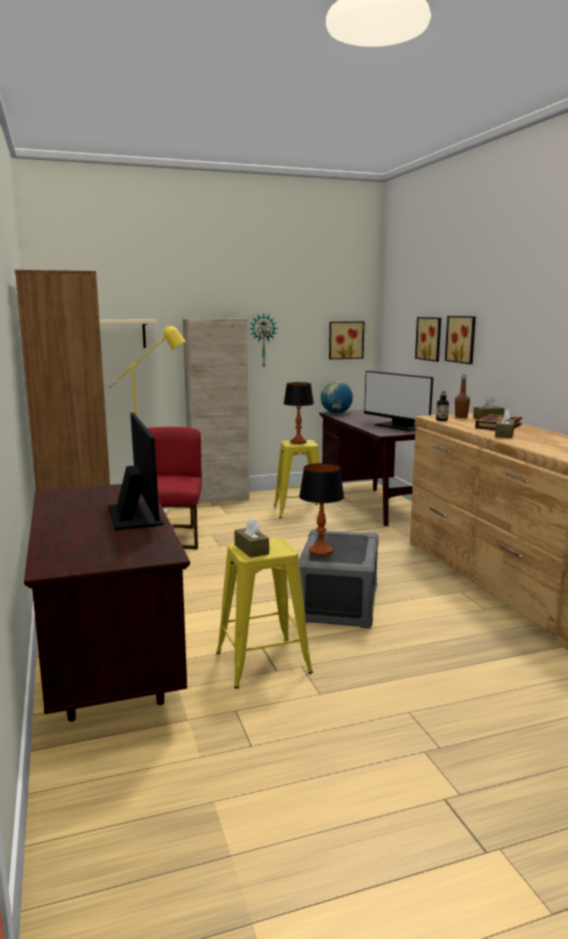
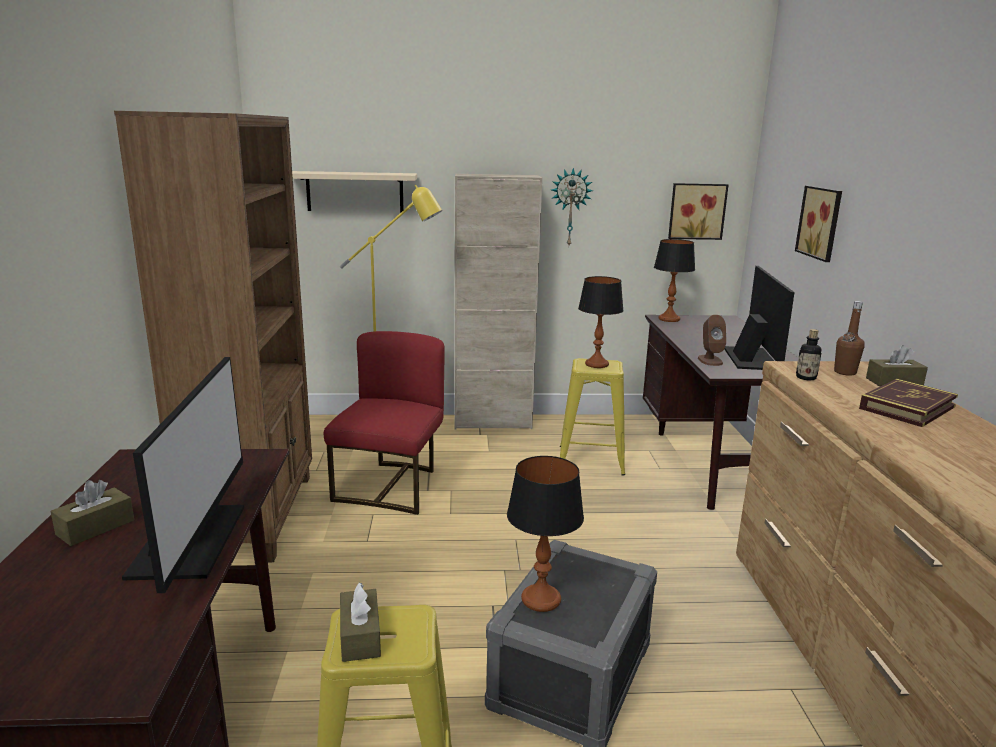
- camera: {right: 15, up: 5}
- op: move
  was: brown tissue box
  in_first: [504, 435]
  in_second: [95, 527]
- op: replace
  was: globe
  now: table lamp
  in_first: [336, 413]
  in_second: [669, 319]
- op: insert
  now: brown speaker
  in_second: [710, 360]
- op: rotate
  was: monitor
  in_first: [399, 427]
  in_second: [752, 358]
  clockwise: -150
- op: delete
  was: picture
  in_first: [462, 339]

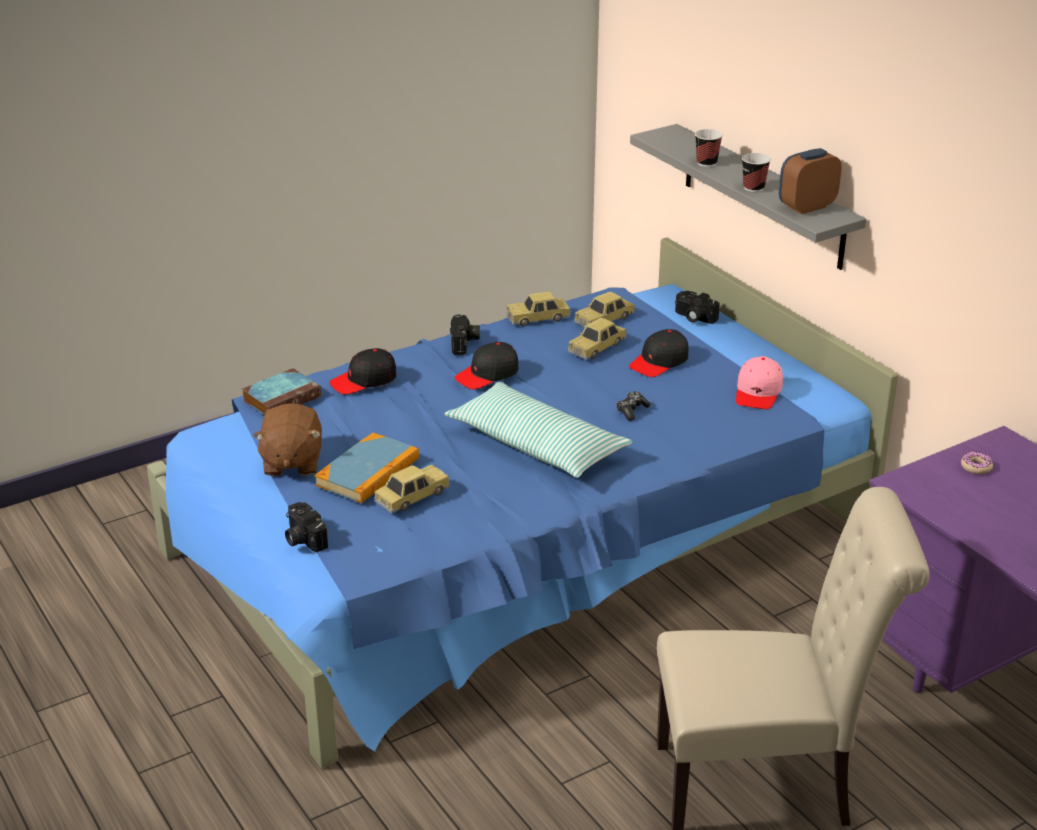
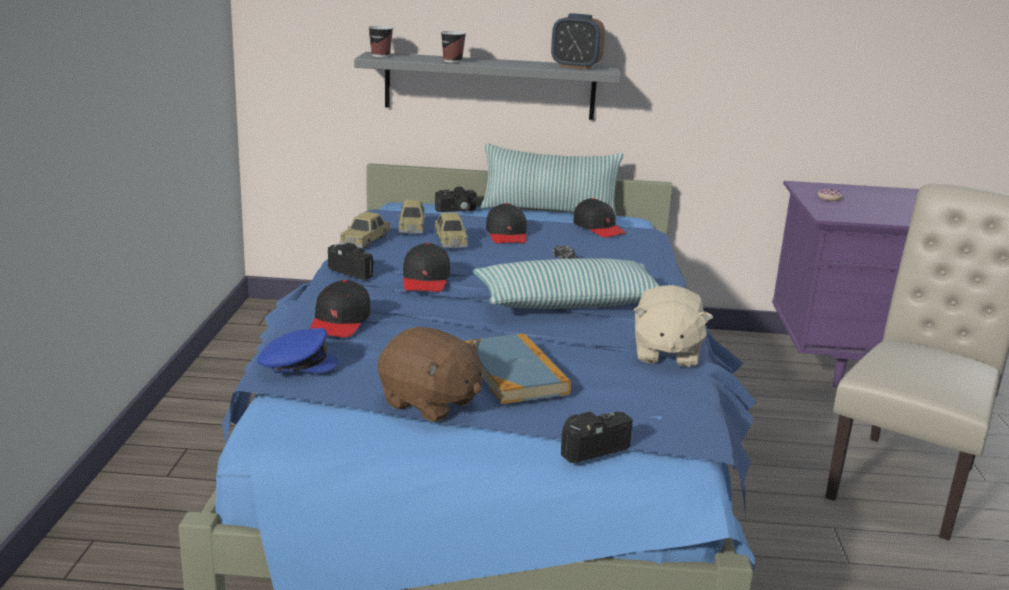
- camera: {right: -55, up: -10}
- op: replace
  was: book
  now: blue cap
  in_first: [282, 398]
  in_second: [296, 364]
- op: move
  was: cup
  in_first: [753, 188]
  in_second: [380, 56]
- op: insert
  now: pillow
  in_second: [548, 211]
- op: rotate
  was: alarm clock
  in_first: [806, 207]
  in_second: [576, 67]
  clockwise: -75
- op: rotate
  was: photo camera
  in_first: [302, 539]
  in_second: [590, 446]
  clockwise: 150
- op: recolor
  was: pink cap
  now: black cap
  in_first: [758, 392]
  in_second: [599, 228]
- op: insert
  now: beige plush toy
  in_second: [665, 353]
- op: delete
  was: toy car
  in_first: [412, 497]

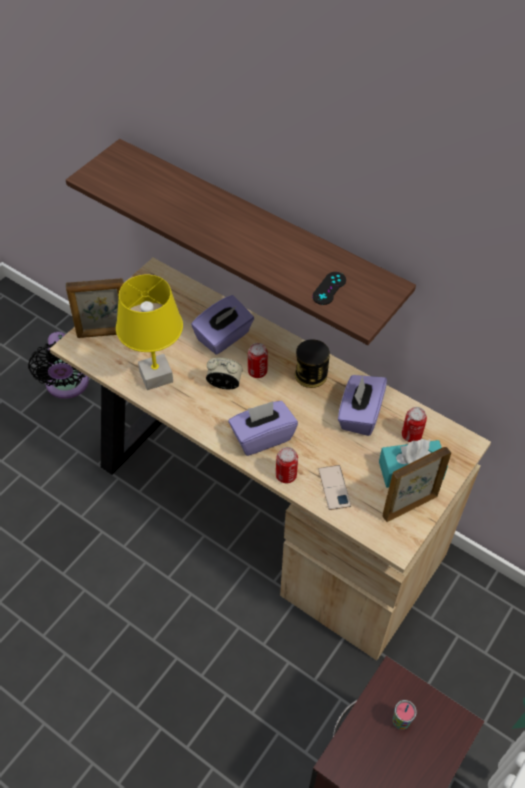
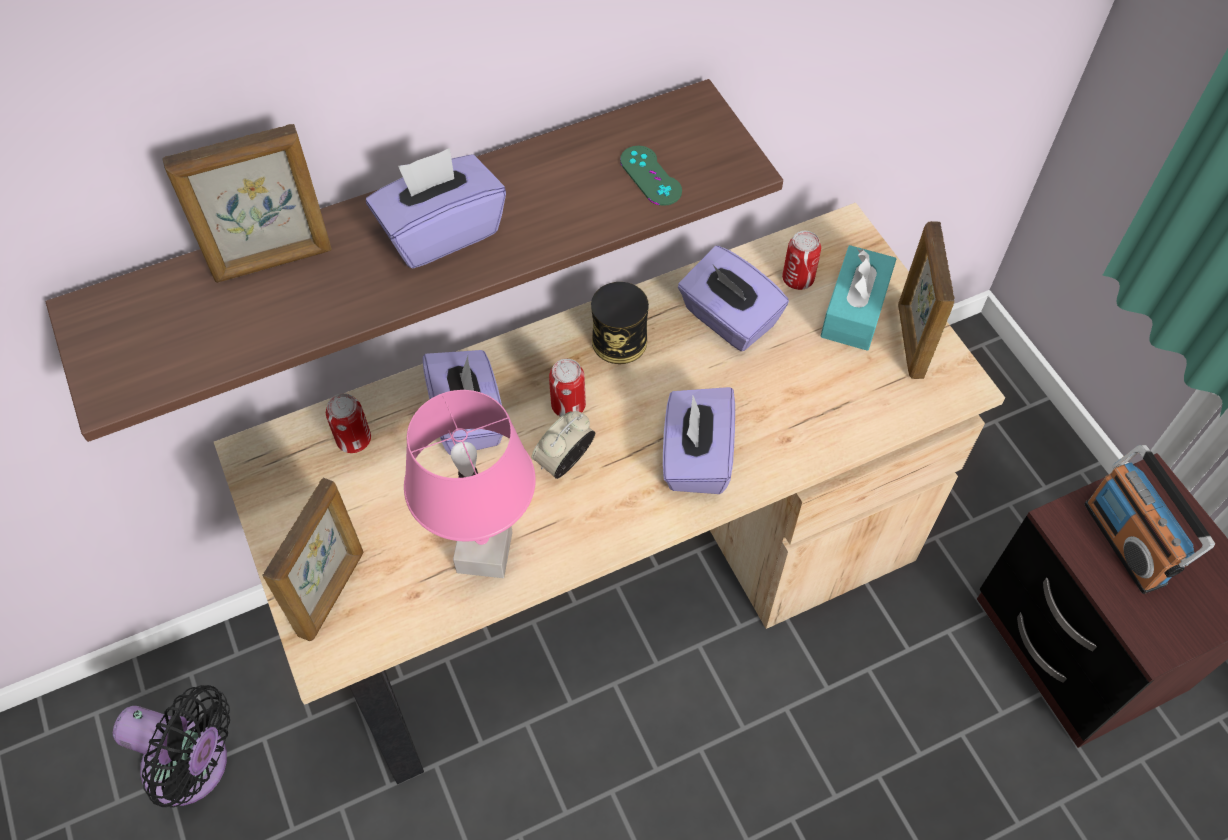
- camera: {right: -60, up: 5}
- op: insert
  now: picture frame
  in_second: [273, 262]
- op: move
  was: can
  in_first: [286, 475]
  in_second: [354, 440]
- op: insert
  now: purple tissue box
  in_second: [441, 232]
- op: recolor
  was: yellow table lamp
  now: pink table lamp
  in_first: [156, 377]
  in_second: [485, 553]
- op: recolor
  was: black game controller
  now: green game controller
  in_first: [329, 288]
  in_second: [650, 176]
- op: replace
  was: cup
  now: radio
  in_first: [400, 721]
  in_second: [1125, 543]
- op: delete
  was: phone
  in_first: [334, 487]

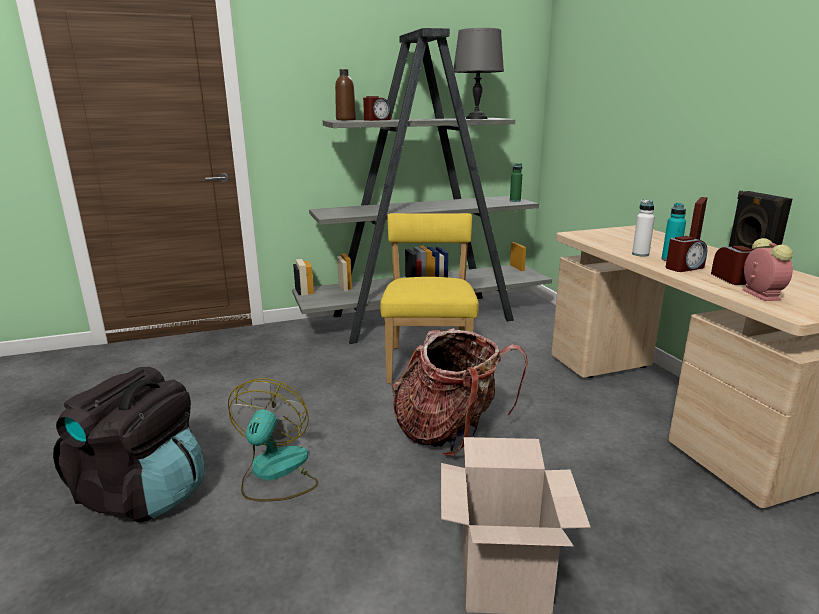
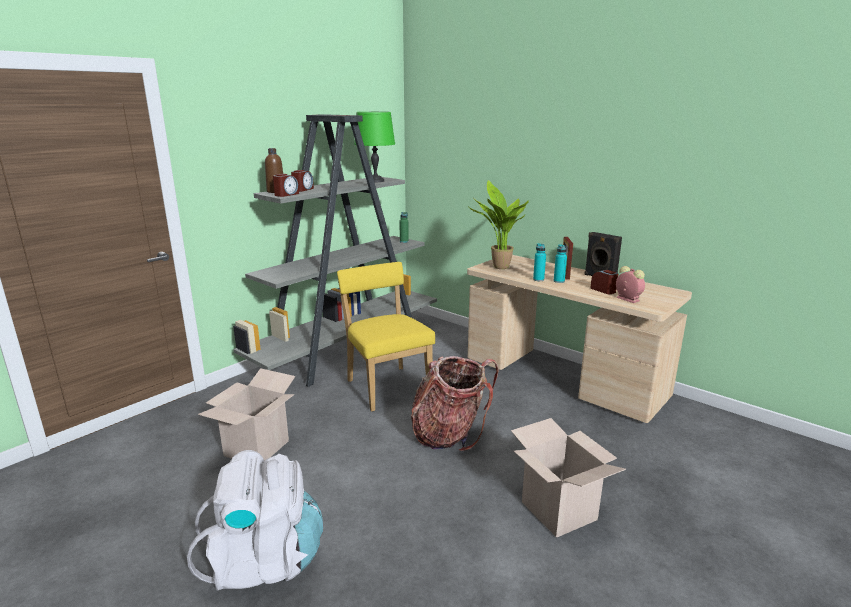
- camera: {right: -30, up: 0}
- op: recolor
  was: black backpack
  now: white backpack
  in_first: [143, 493]
  in_second: [265, 560]
- op: insert
  now: cardboard box
  in_second: [256, 448]
- op: move
  was: alarm clock
  in_first: [684, 268]
  in_second: [286, 194]
- op: recolor
  was: grey table lamp
  now: green table lamp
  in_first: [476, 118]
  in_second: [376, 181]
- op: insert
  now: potted plant
  in_second: [498, 267]
- op: recolor
  was: white bottle
  now: turquoise bottle
  in_first: [640, 254]
  in_second: [538, 279]
- op: delete
  was: fan
  in_first: [275, 472]

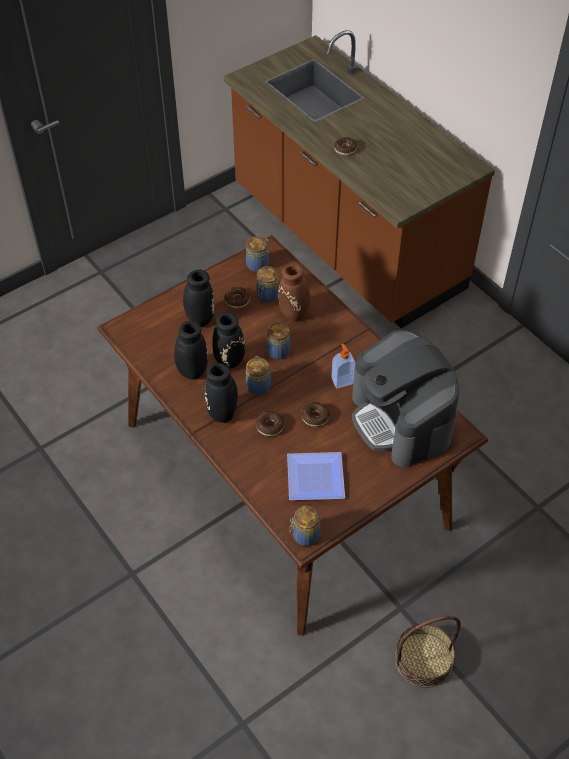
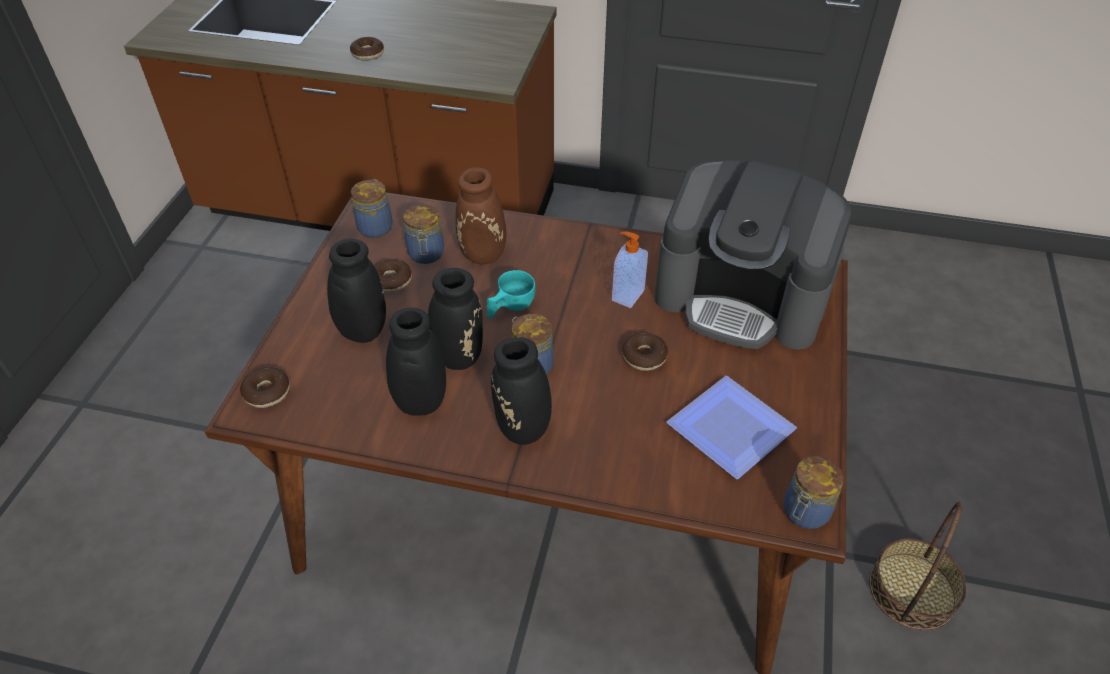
- camera: {right: -40, up: -5}
- op: move
  was: donut
  in_first: [270, 426]
  in_second: [267, 392]
- op: replace
  was: jar
  now: turquoise cup
  in_first: [278, 350]
  in_second: [509, 307]

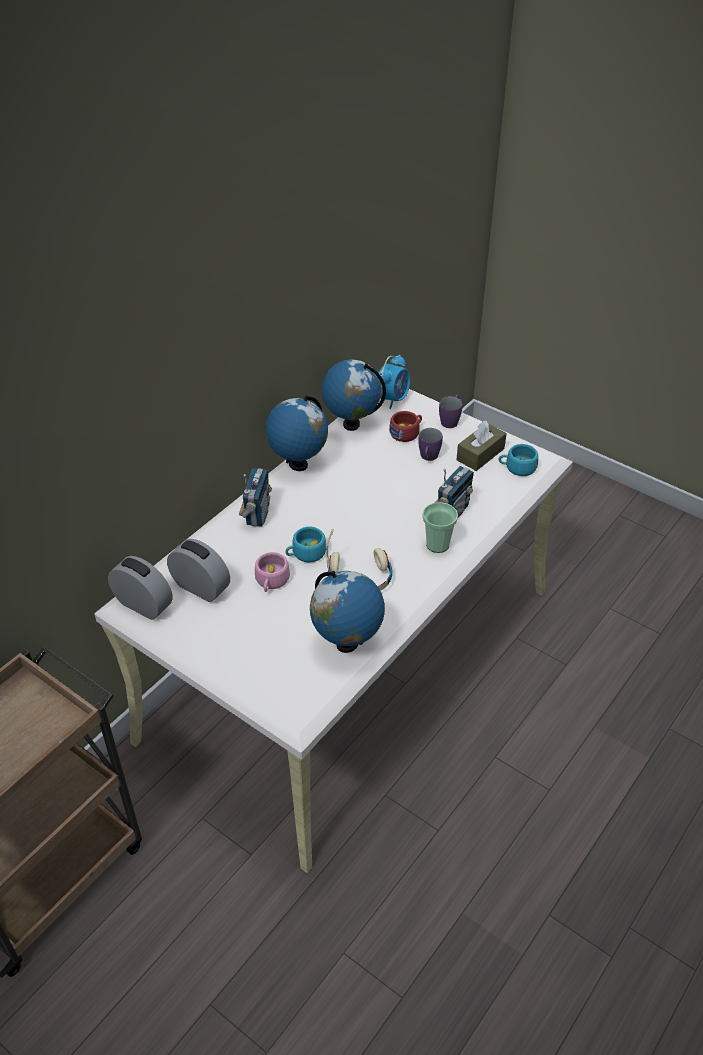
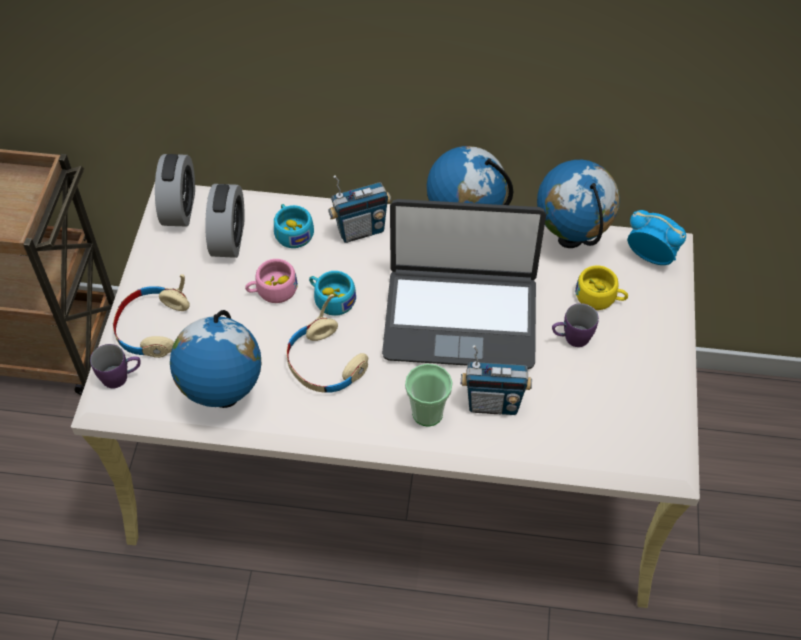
- camera: {right: 60, up: 10}
- op: move
  was: purple mug
  in_first: [450, 420]
  in_second: [121, 377]
- op: insert
  now: beige headphones
  in_second: [151, 327]
- op: move
  was: turquoise cup
  in_first: [517, 467]
  in_second: [292, 231]
- op: insert
  now: laptop
  in_second: [460, 317]
- op: recolor
  was: red cup
  now: yellow cup
  in_first: [407, 432]
  in_second: [600, 297]
- op: rotate
  was: alarm clock
  in_first: [393, 399]
  in_second: [651, 256]
  clockwise: -150
- op: delete
  was: brown tissue box
  in_first: [480, 454]

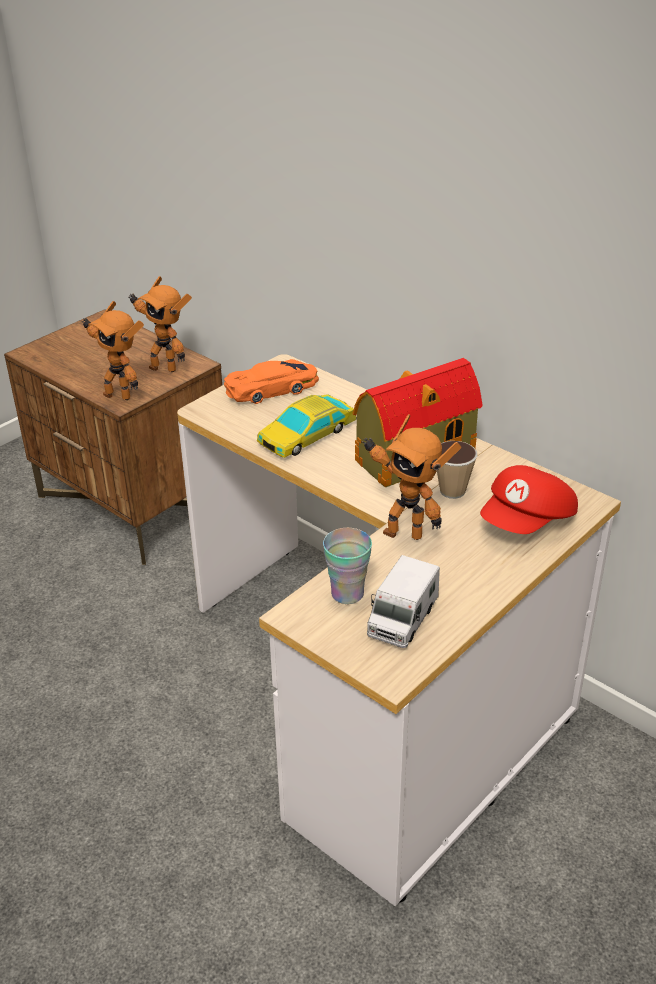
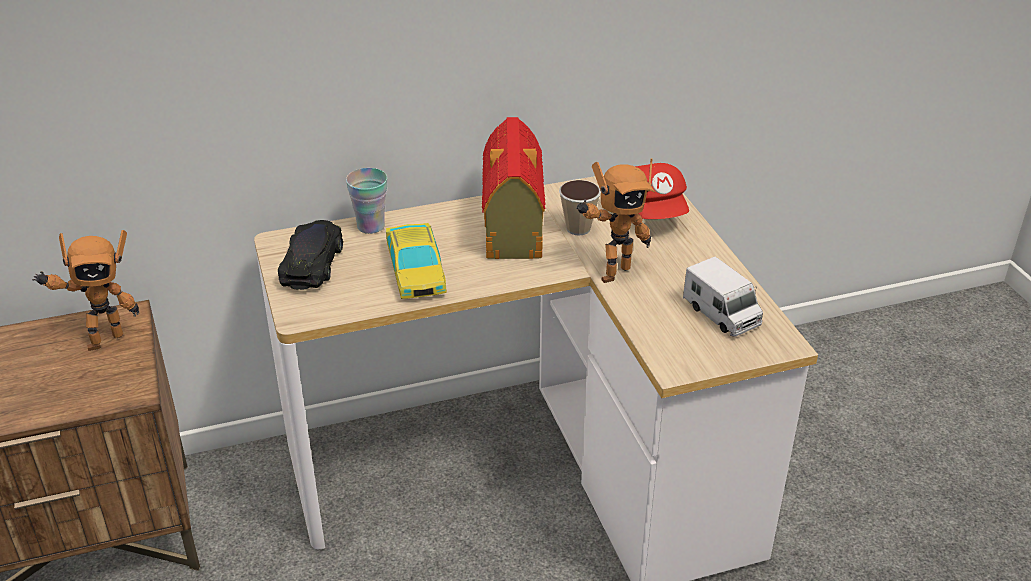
- camera: {right: -60, up: 0}
- op: recolor
  was: orange toy car
  now: black toy car
  in_first: [272, 388]
  in_second: [312, 262]
- op: move
  was: cup
  in_first: [347, 594]
  in_second: [371, 226]
- op: delete
  was: toy robot
  in_first: [119, 395]

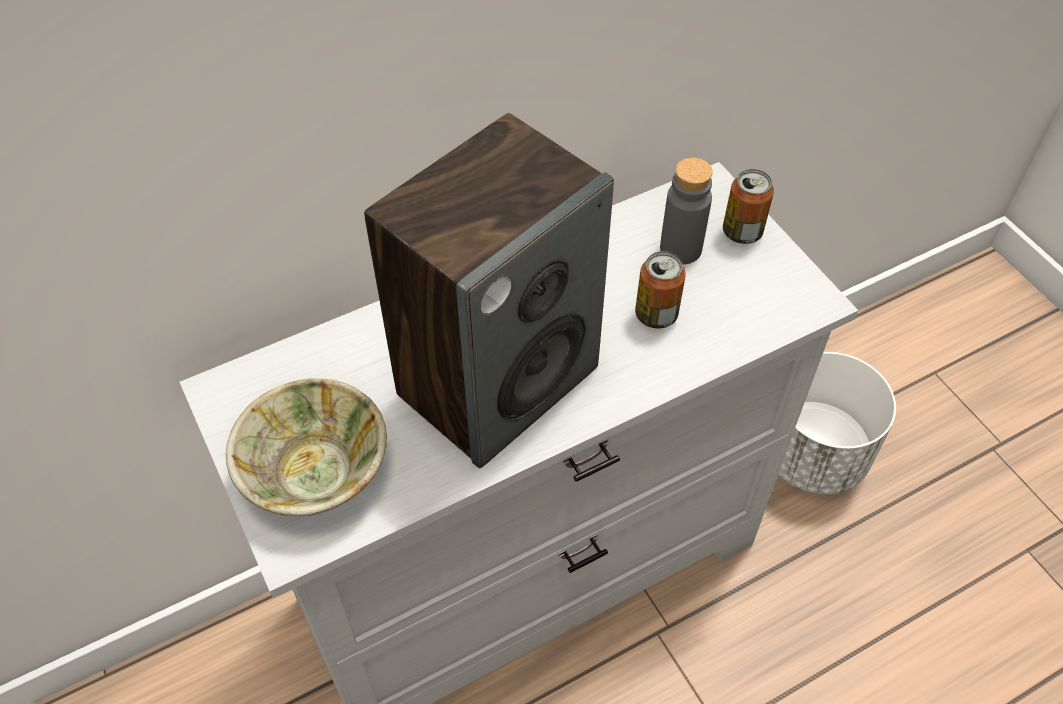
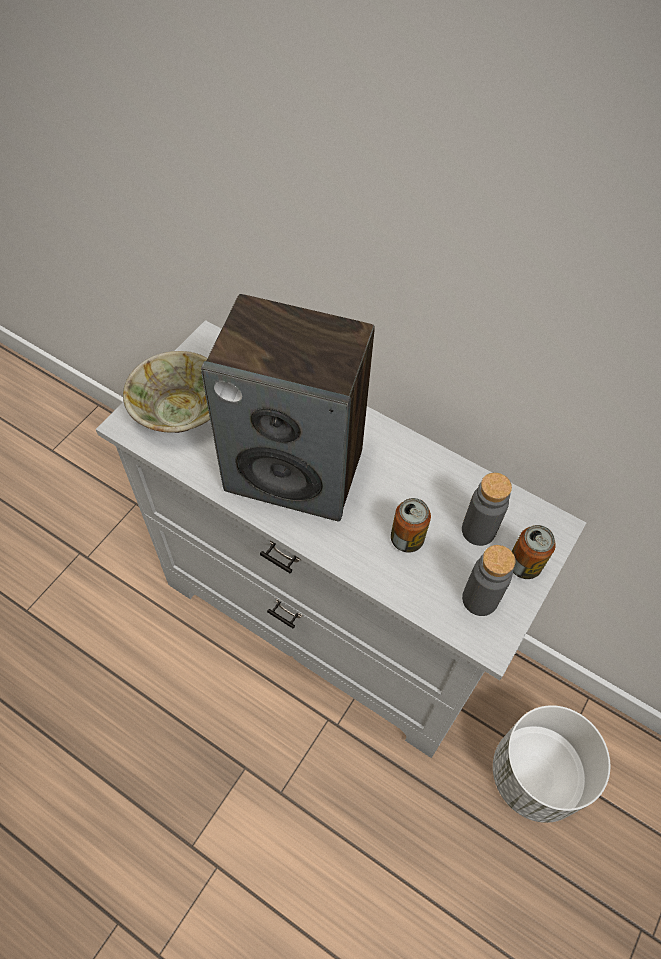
- camera: {right: 60, up: 5}
- op: insert
  now: grey bottle
  in_second: [480, 599]

